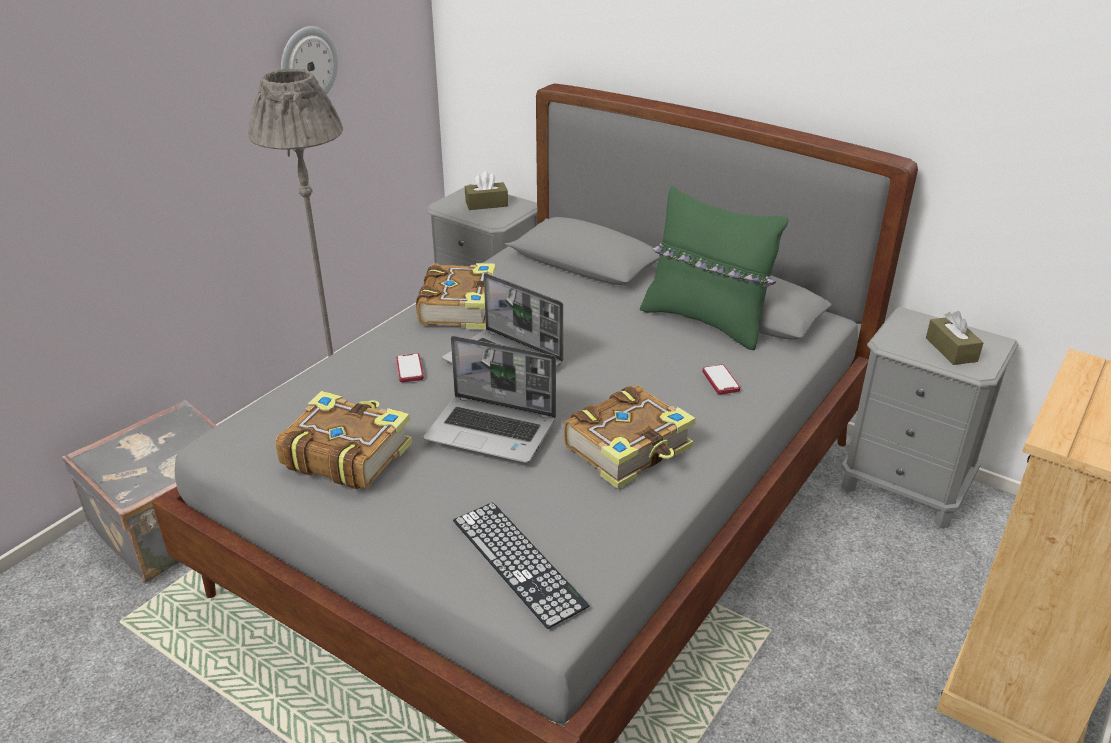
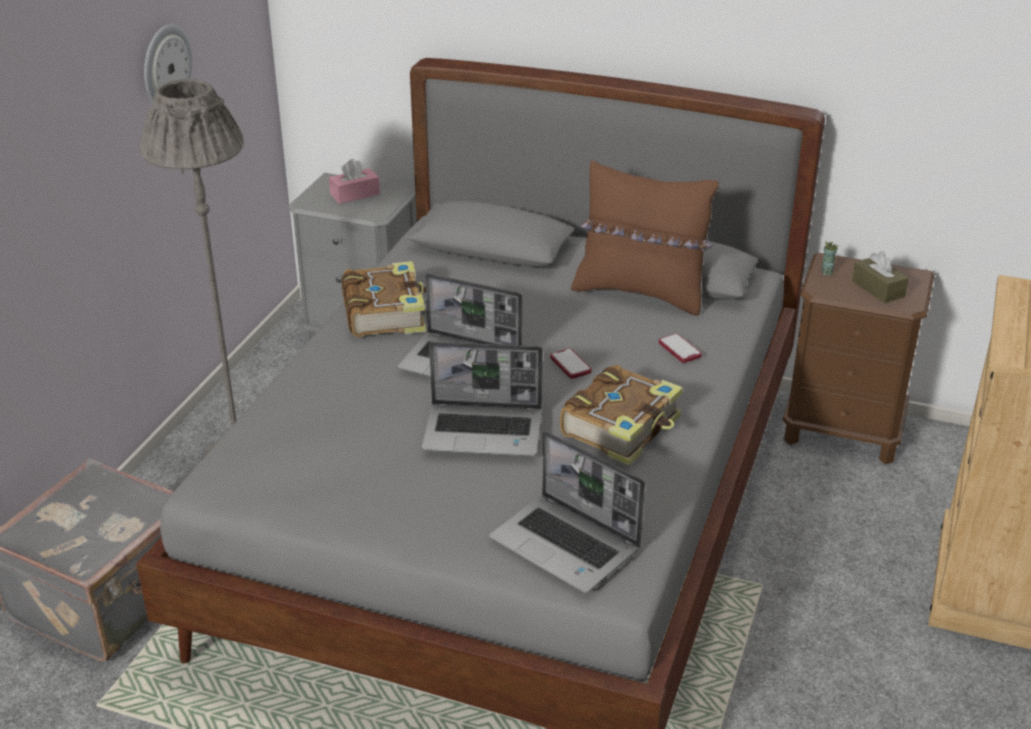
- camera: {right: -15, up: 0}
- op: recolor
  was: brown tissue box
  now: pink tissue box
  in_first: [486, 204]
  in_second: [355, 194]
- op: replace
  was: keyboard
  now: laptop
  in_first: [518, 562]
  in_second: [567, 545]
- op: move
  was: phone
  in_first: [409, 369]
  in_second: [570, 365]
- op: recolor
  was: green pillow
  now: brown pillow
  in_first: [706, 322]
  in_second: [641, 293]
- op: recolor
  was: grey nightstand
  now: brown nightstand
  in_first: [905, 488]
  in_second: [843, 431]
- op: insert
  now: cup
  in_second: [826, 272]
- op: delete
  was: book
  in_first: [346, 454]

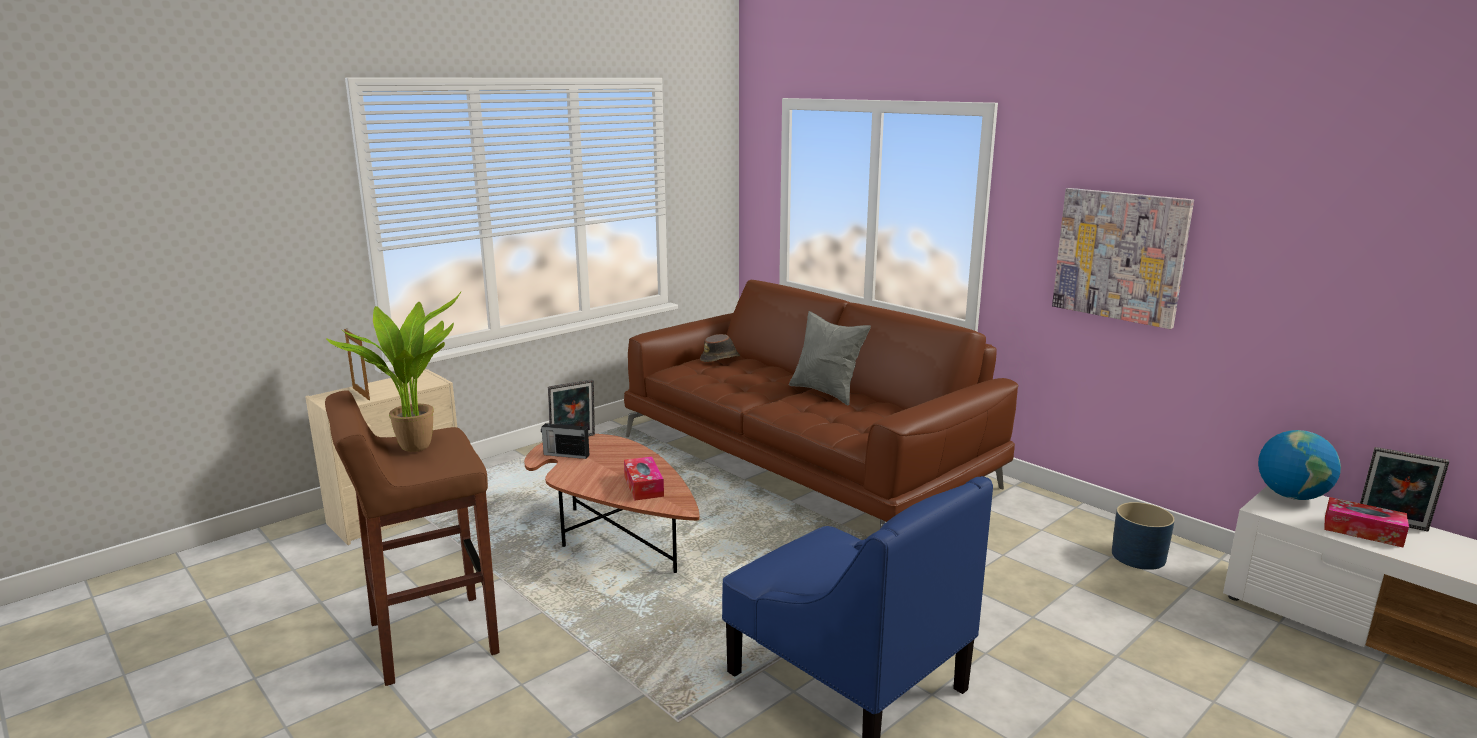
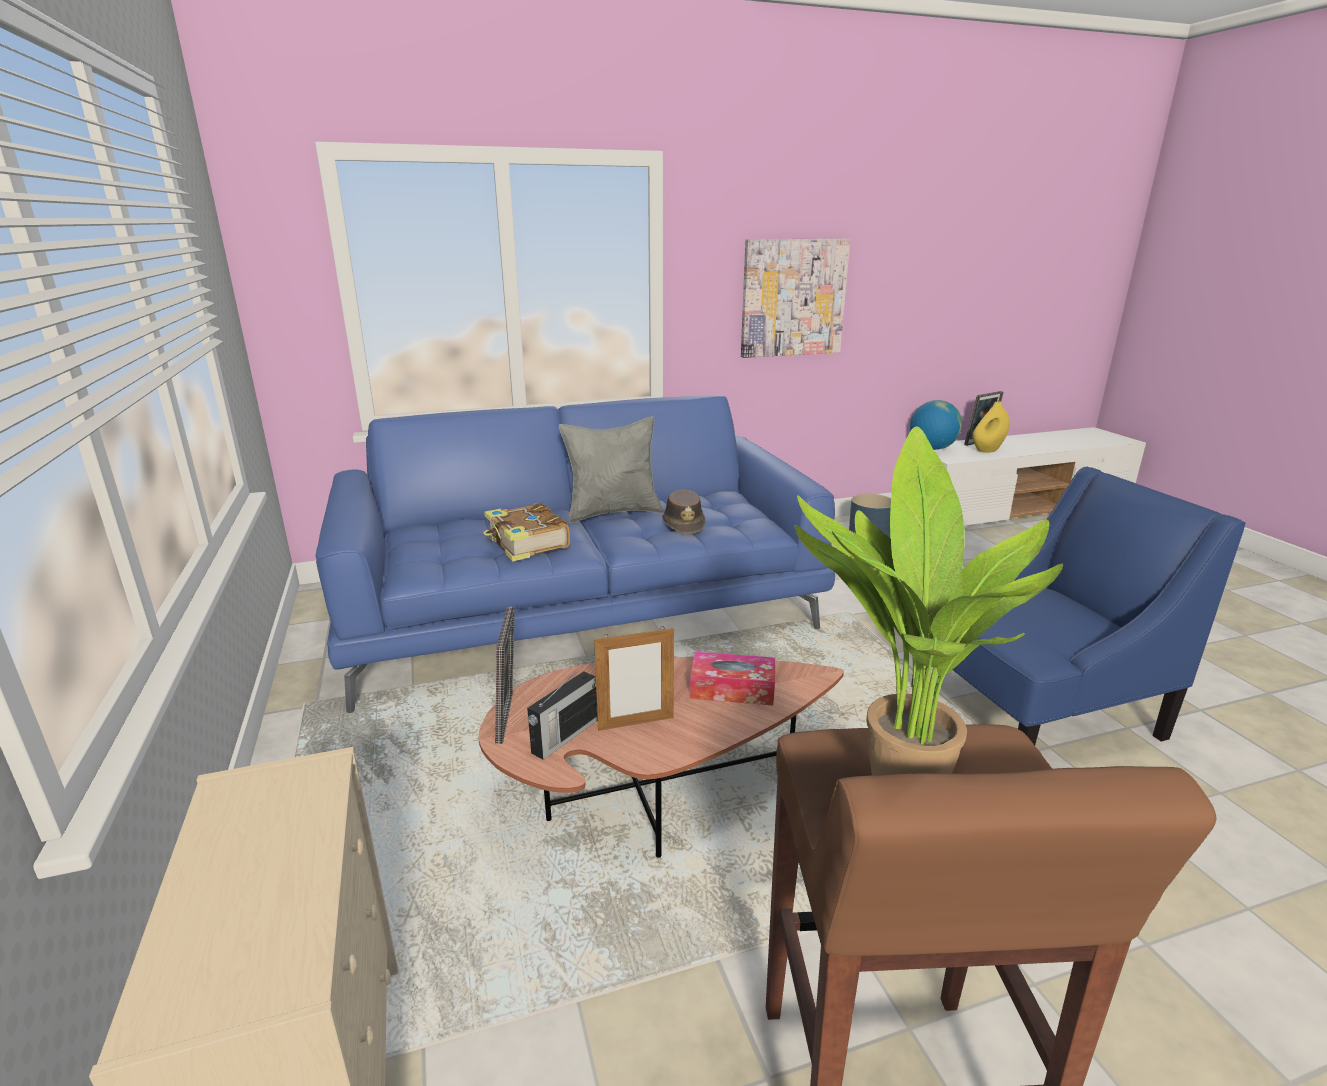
- camera: {right: -65, up: 5}
- op: recolor
  was: brown sofa
  now: blue sofa
  in_first: [804, 462]
  in_second: [583, 609]
- op: insert
  now: book
  in_second: [526, 543]
- op: move
  was: picture frame
  in_first: [361, 394]
  in_second: [636, 723]
- op: move
  was: brown hat
  in_first: [720, 359]
  in_second: [684, 524]
- op: replace
  was: tissue box
  now: yellow vase
  in_first: [1362, 531]
  in_second: [987, 450]

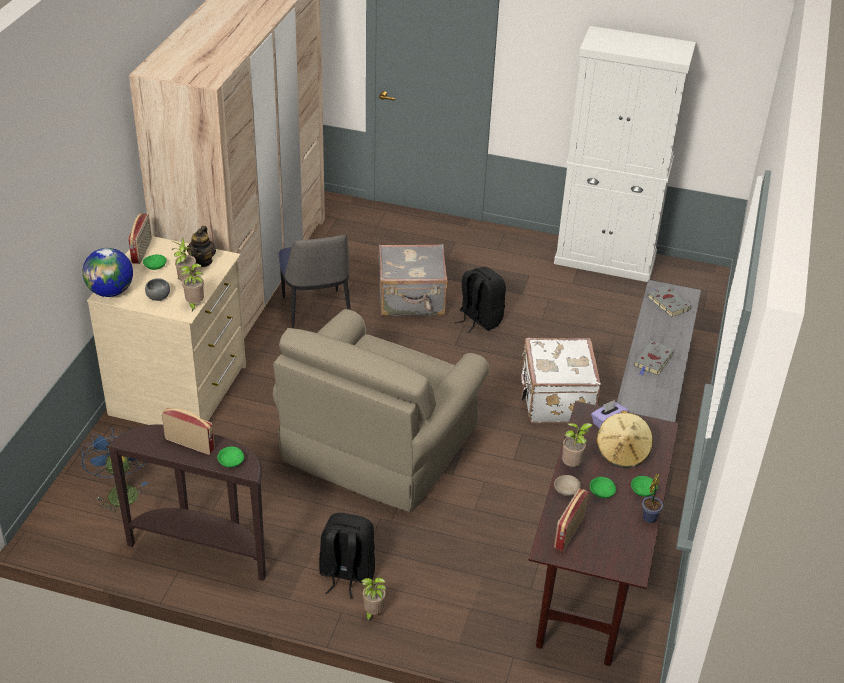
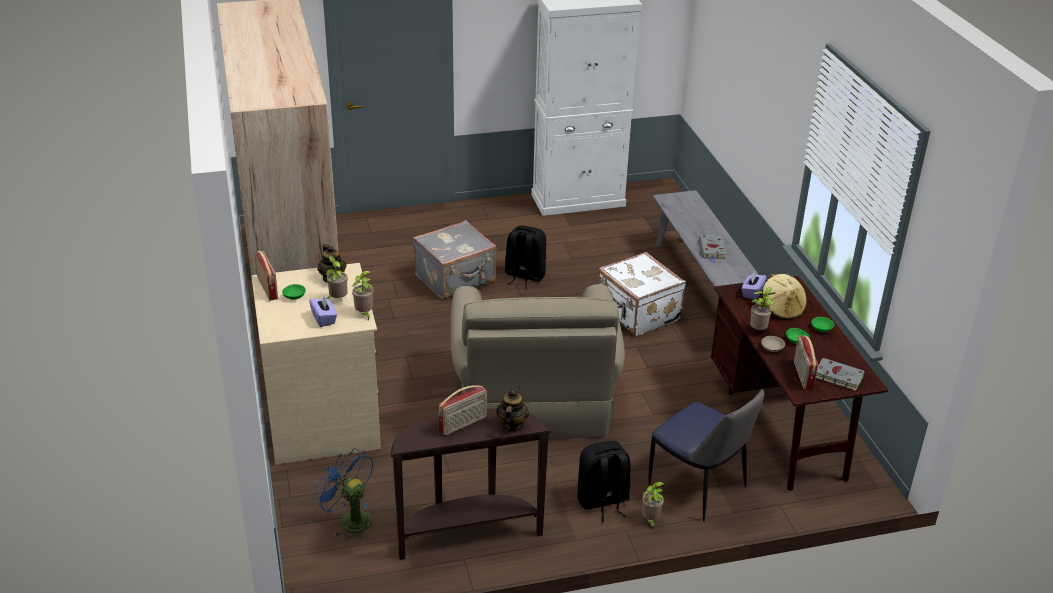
- camera: {right: -30, up: -5}
- op: replace
  was: grey bowl
  now: purple tissue box
  in_first: [158, 297]
  in_second: [324, 319]
- op: rotate
  was: radio
  in_first: [190, 443]
  in_second: [463, 424]
  clockwise: 150
- op: replace
  was: green bowl
  now: teapot
  in_first: [230, 462]
  in_second: [511, 425]
- op: move
  was: chair
  in_first: [316, 314]
  in_second: [699, 488]
- op: move
  was: grey book
  in_first: [667, 303]
  in_second: [836, 376]
- op: delete
  was: globe
  in_first: [111, 292]
- op: delete
  was: potted plant
  in_first: [650, 516]

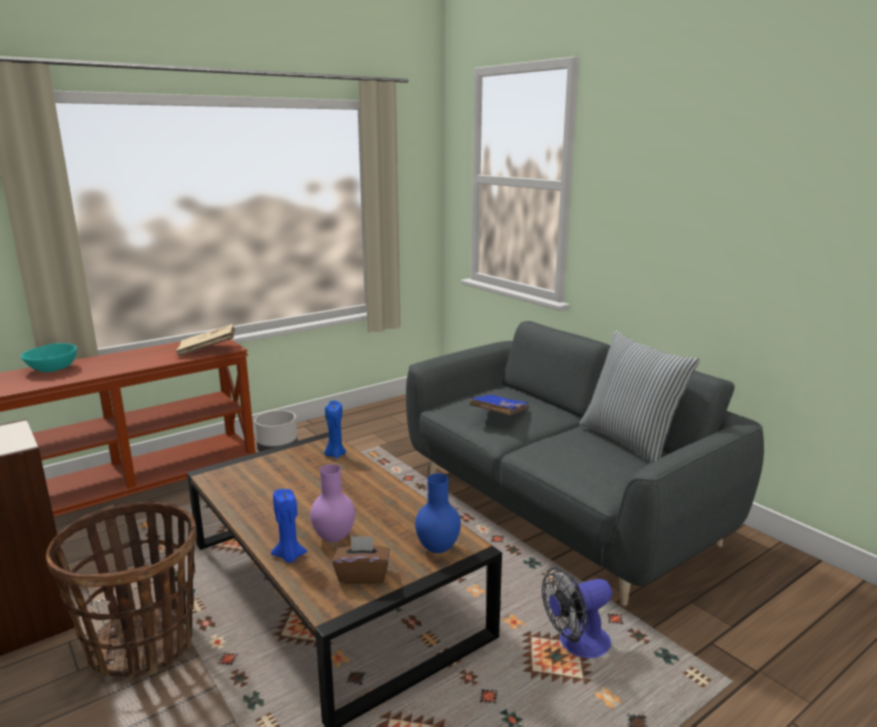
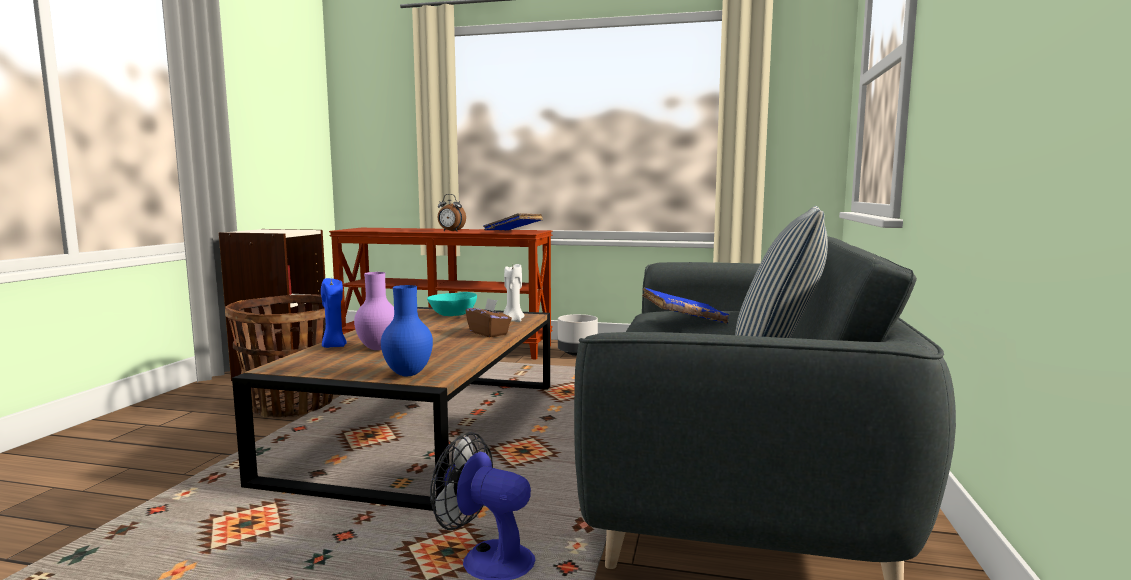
- camera: {right: 50, up: -10}
- op: move
  was: turquoise bowl
  in_first: [52, 369]
  in_second: [452, 314]
- op: insert
  now: alarm clock
  in_second: [451, 231]
- op: move
  was: brown tissue box
  in_first: [362, 575]
  in_second: [489, 333]
- op: recolor
  was: beige book
  now: blue book
  in_first: [208, 349]
  in_second: [513, 232]
- op: recolor
  was: blue candle
  now: white candle
  in_first: [335, 454]
  in_second: [513, 321]

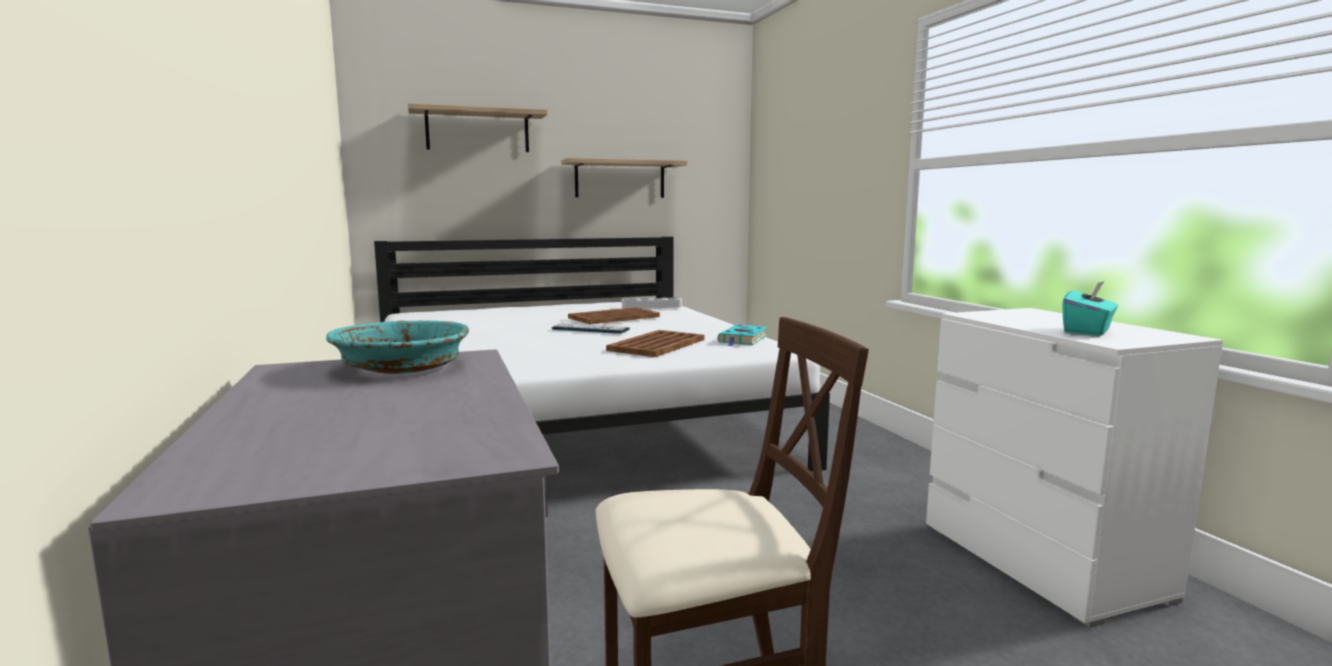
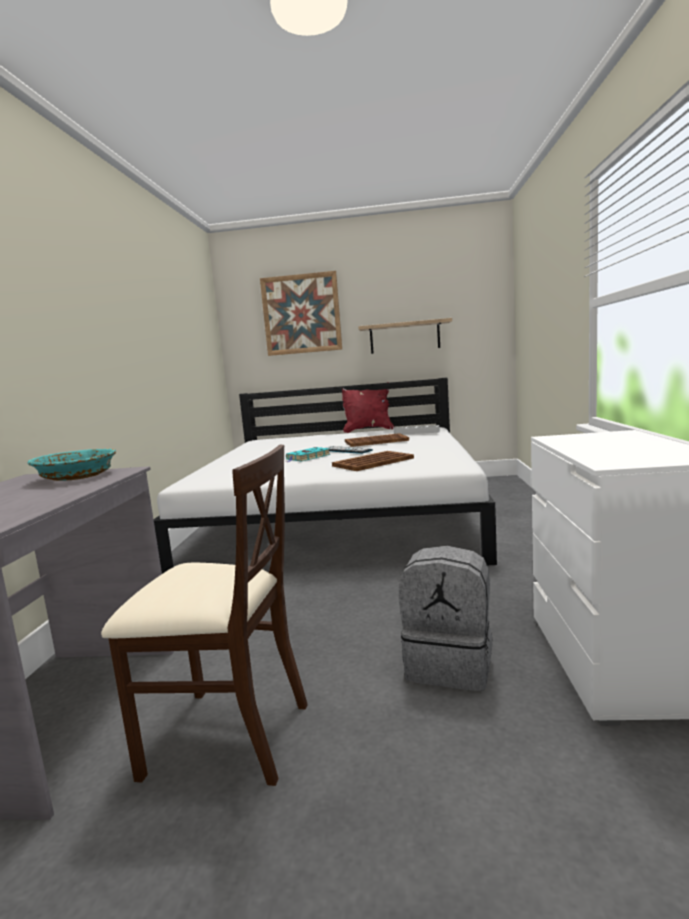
- camera: {right: 25, up: 0}
- op: replace
  was: shelf
  now: picture
  in_first: [478, 131]
  in_second: [301, 314]
- op: move
  was: turquoise book
  in_first: [743, 339]
  in_second: [307, 457]
- op: insert
  now: red pillow
  in_second: [368, 430]
- op: insert
  now: grey backpack
  in_second: [450, 664]
- op: delete
  was: turquoise tissue box
  in_first: [1087, 331]

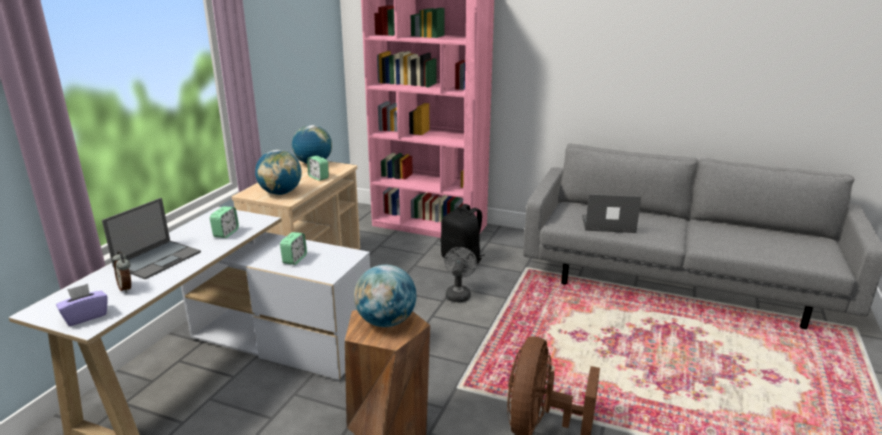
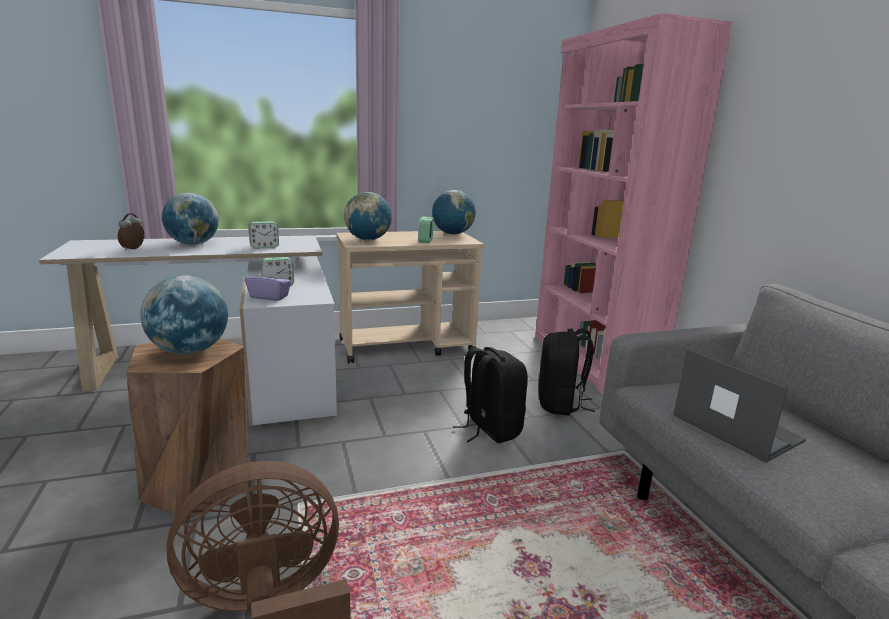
- camera: {right: 50, up: -5}
- op: replace
  was: laptop
  now: globe
  in_first: [158, 259]
  in_second: [193, 244]
- op: move
  was: purple tissue box
  in_first: [85, 316]
  in_second: [269, 297]
- op: replace
  was: grey fan
  now: black backpack
  in_first: [458, 294]
  in_second: [489, 429]

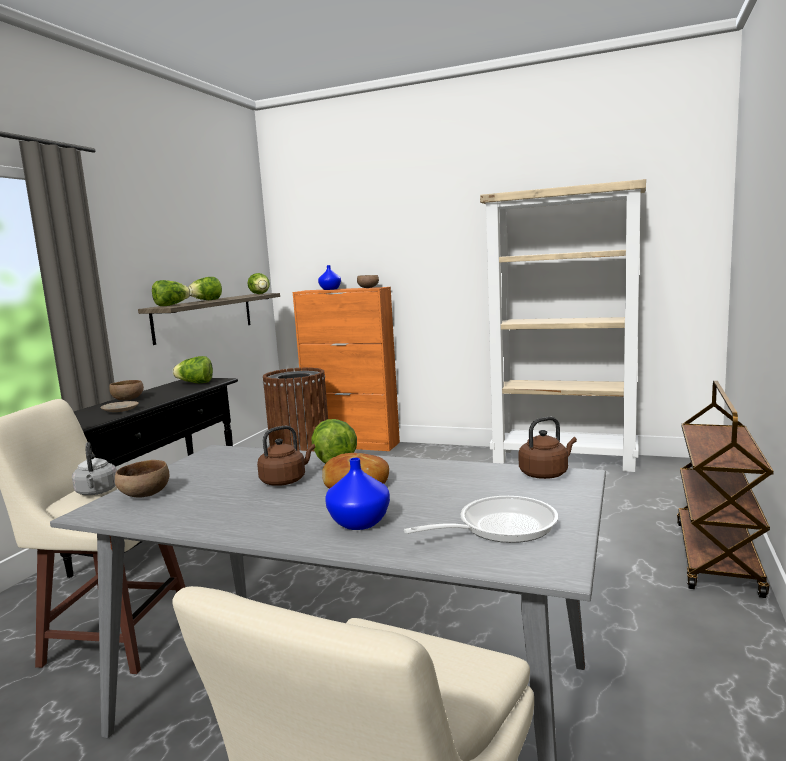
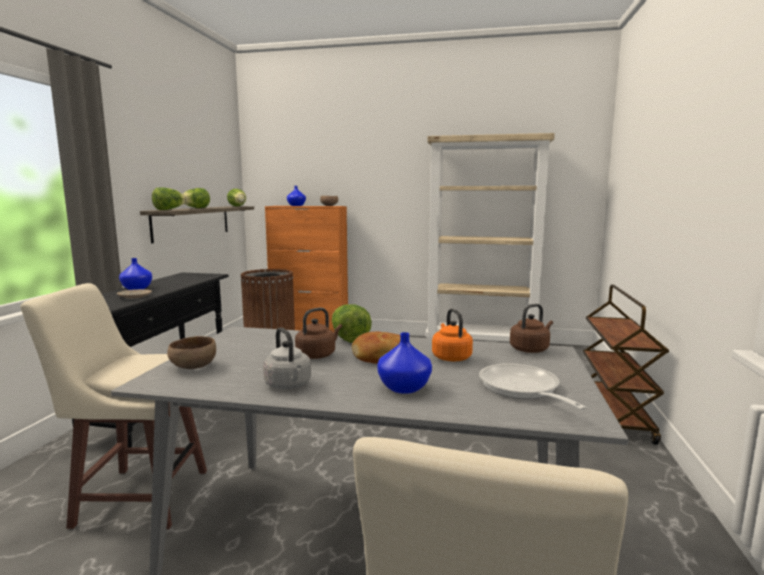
- camera: {right: -10, up: 0}
- op: replace
  was: brown bowl
  now: blue vase
  in_first: [128, 399]
  in_second: [137, 288]
- op: move
  was: grey kettle
  in_first: [97, 492]
  in_second: [289, 385]
- op: insert
  now: orange kettle
  in_second: [450, 357]
- op: rotate
  was: frying pan
  in_first: [499, 527]
  in_second: [522, 389]
  clockwise: -75
- op: delete
  was: lettuce
  in_first: [195, 383]

